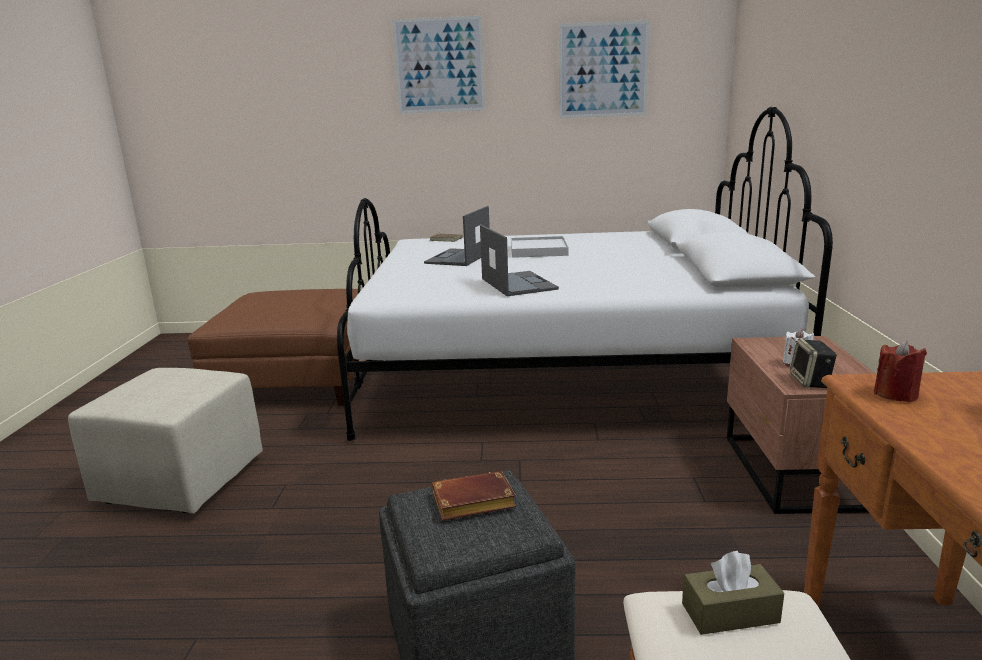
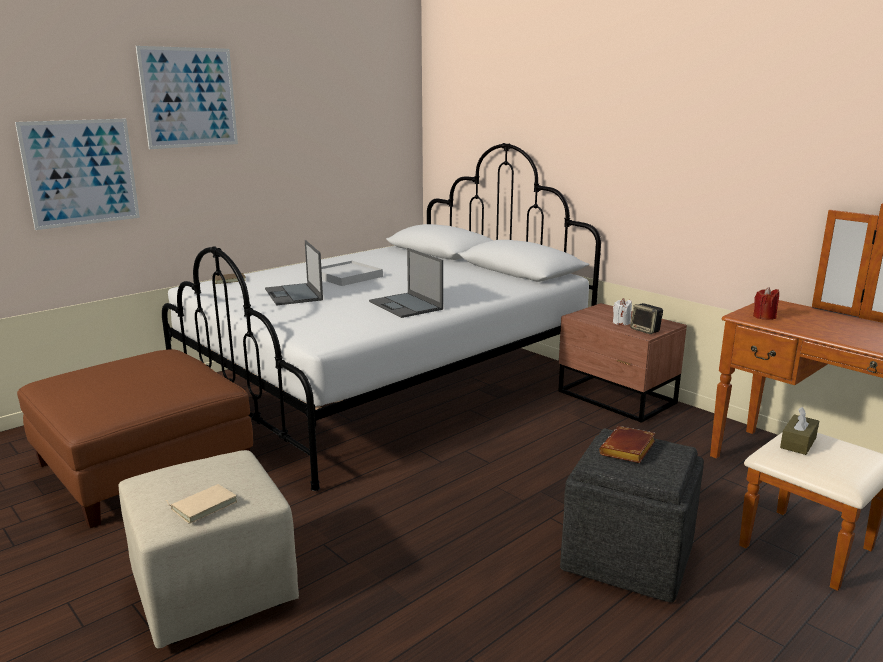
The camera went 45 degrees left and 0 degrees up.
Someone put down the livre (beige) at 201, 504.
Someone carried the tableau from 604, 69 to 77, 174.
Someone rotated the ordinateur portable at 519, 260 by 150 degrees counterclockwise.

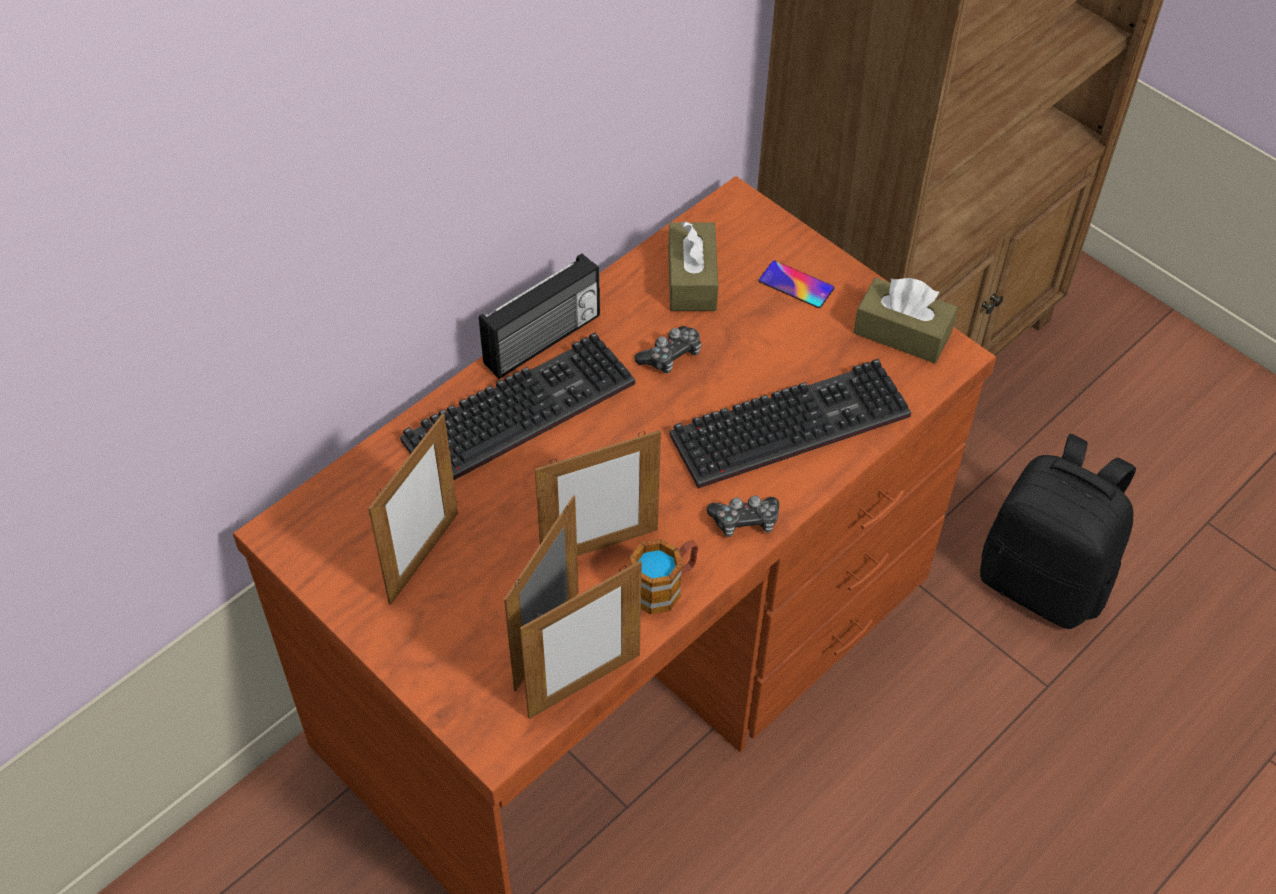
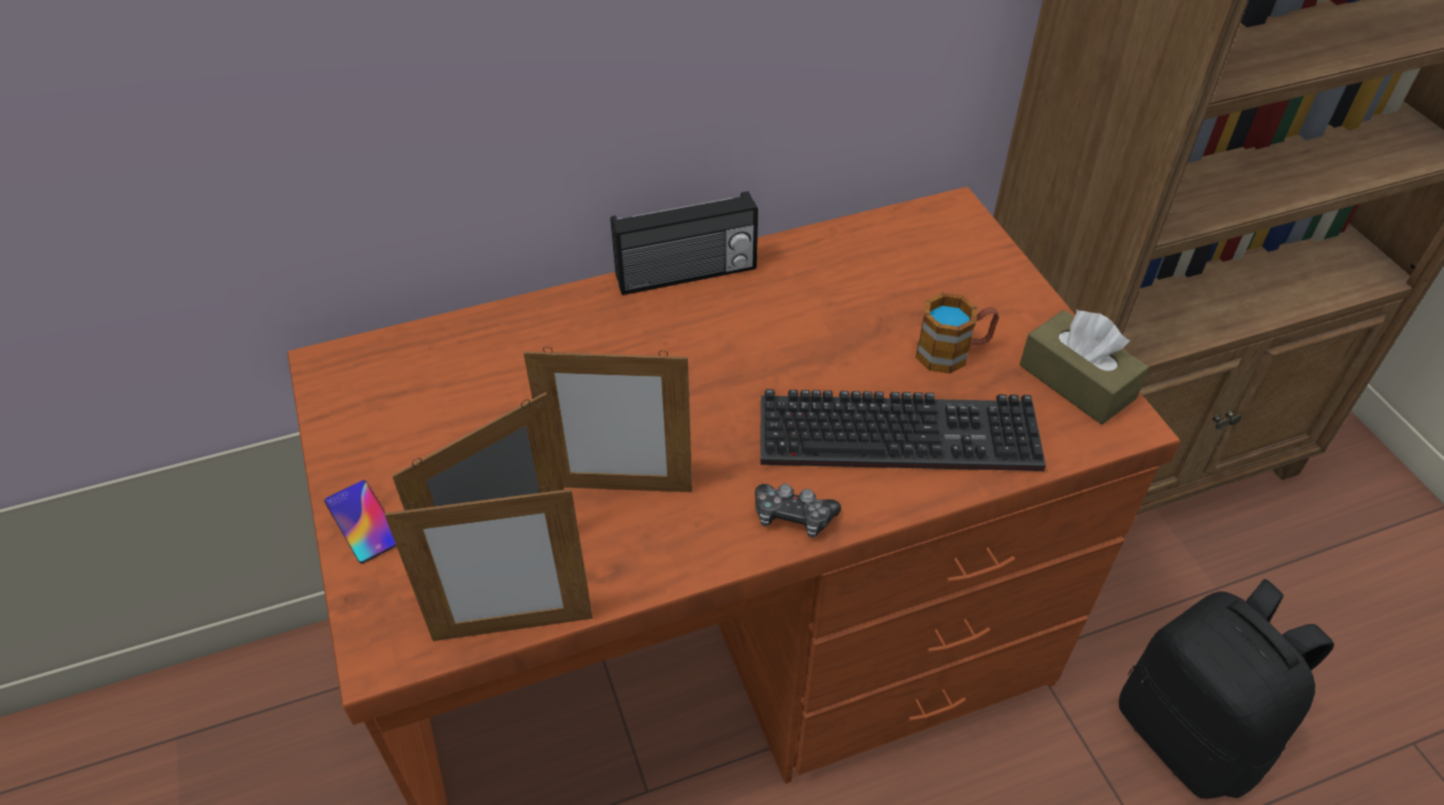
The camera went 25 degrees right and 5 degrees down.
Someone took away the cadre photo at 413, 509.
Someone took away the clavier at 517, 406.
Someone took away the manette at 668, 349.
Someone took away the boîte à mouchoirs (marron) at 693, 266.
Someone carried the mug from 664, 576 to 957, 333.
Someone carried the téléphone from 796, 284 to 360, 521.

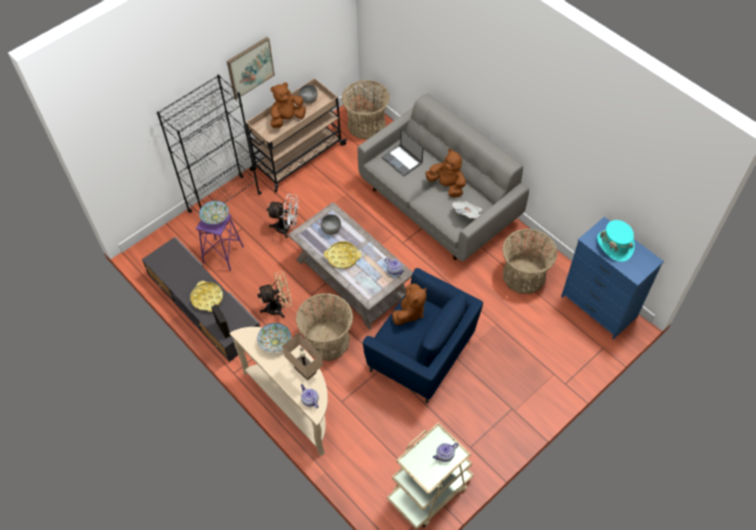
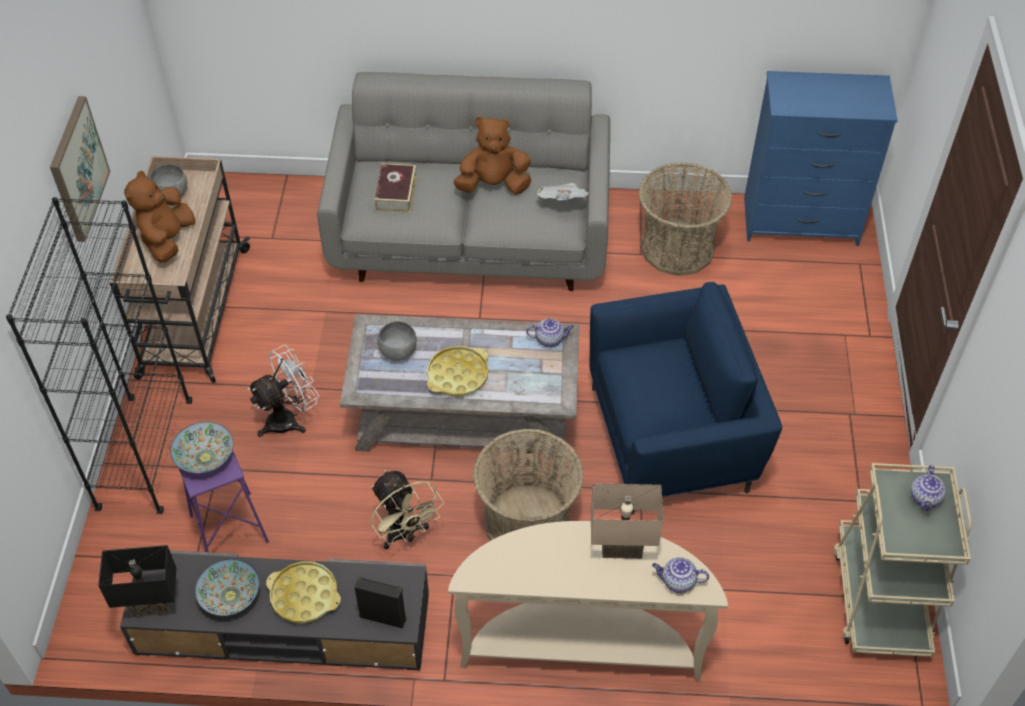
The camera went 45 degrees left and 5 degrees down.
Someone took away the panier at 366, 110.
Someone took away the peluche (marron) at 409, 304.
Someone took away the chapeau (turquoise) at 616, 241.
Someone put down the lampe de table (noir) at 137, 581.
Someone carried the bol from 274, 337 to 227, 587.
Someone swapped the ordinateur portable at 402, 152 for the livre at 395, 188.
Someone rotated the ventilateur (beige) at 274, 294 by 120 degrees clockwise.

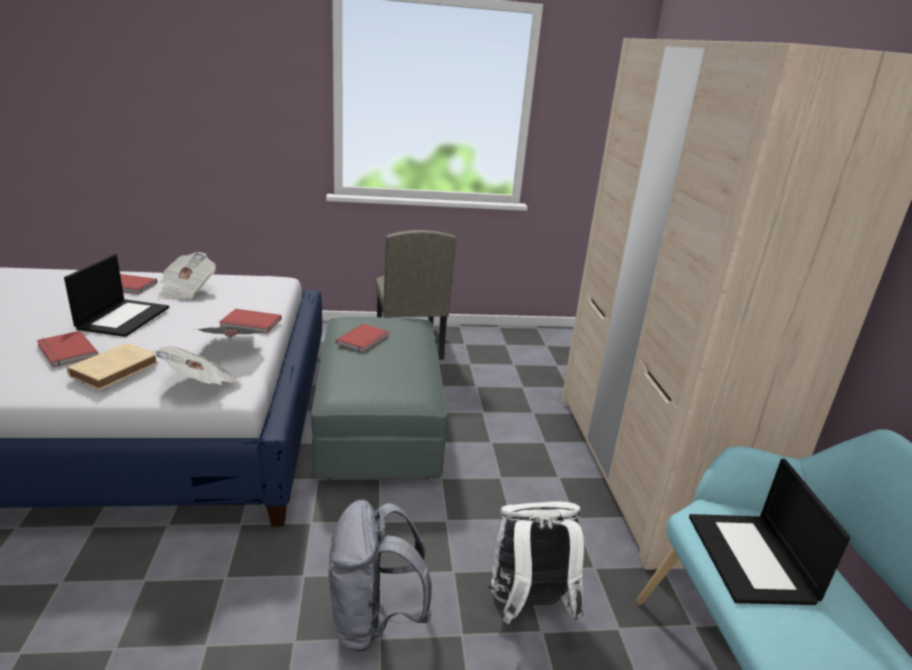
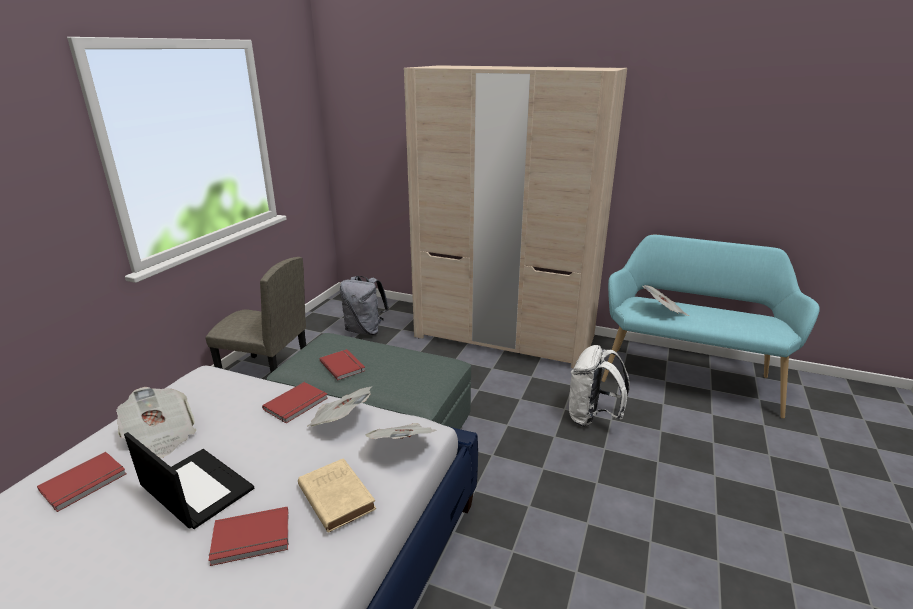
The camera went 60 degrees left and 0 degrees up.
Someone carried the sac à dos (gris) from 380, 575 to 364, 305.
Someone swapped the ordinateur portable at 770, 532 for the journal at 665, 300.

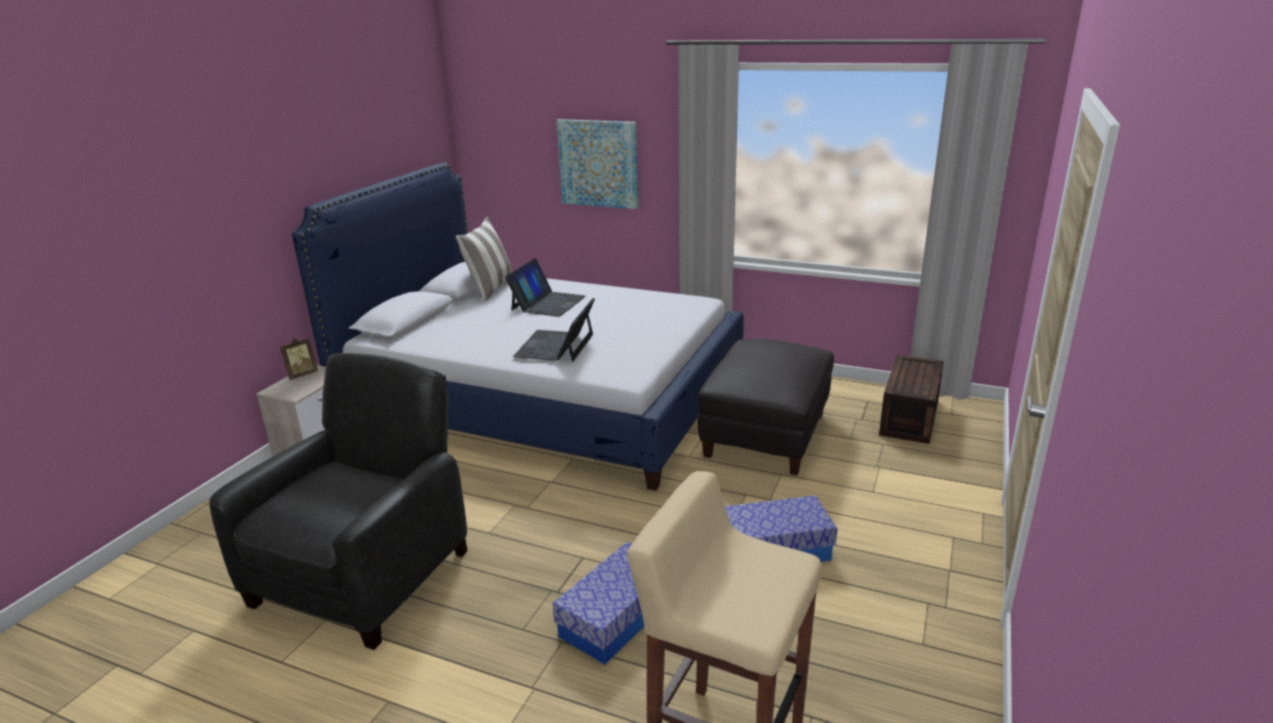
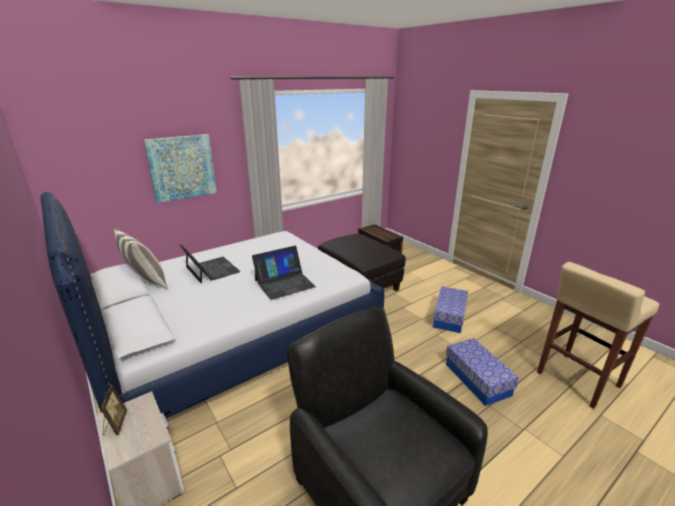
The camera went 60 degrees left and 0 degrees up.
Someone rotated the ordinateur portable at 554, 330 by 75 degrees counterclockwise.

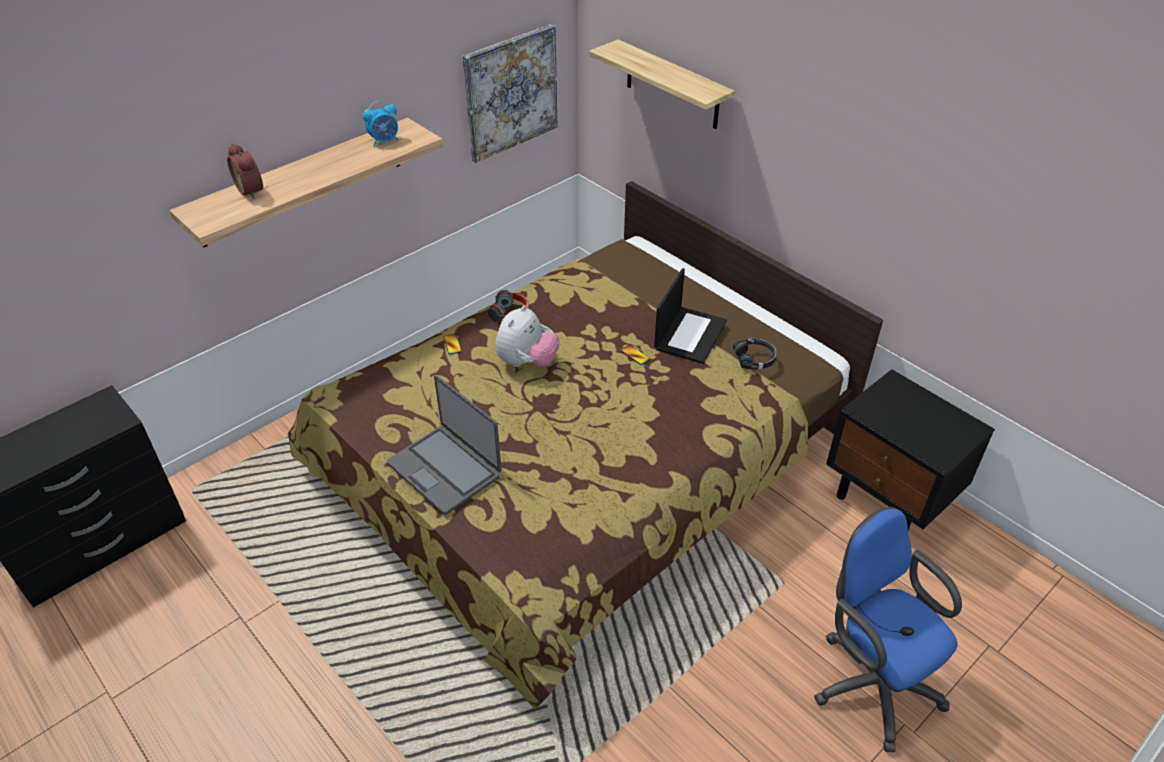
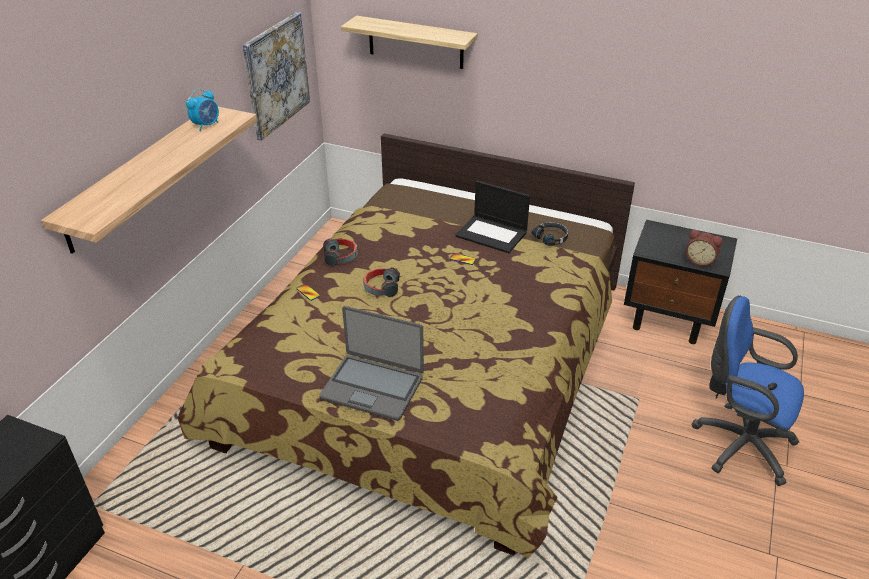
The camera went 25 degrees left and 5 degrees down.
Someone carried the réveil from 245, 171 to 704, 248.
Someone swapped the peluche at 527, 336 for the casque audio at 381, 282.
Someone rotated the ordinateur portable at 690, 316 by 120 degrees clockwise.

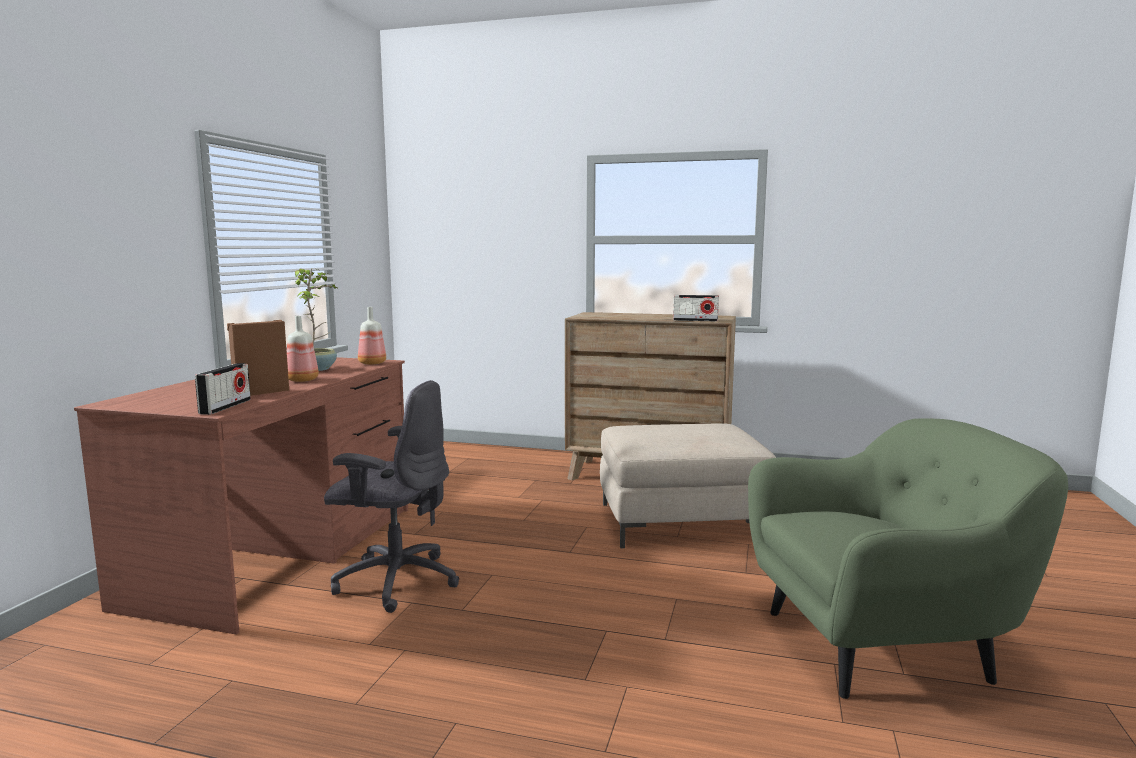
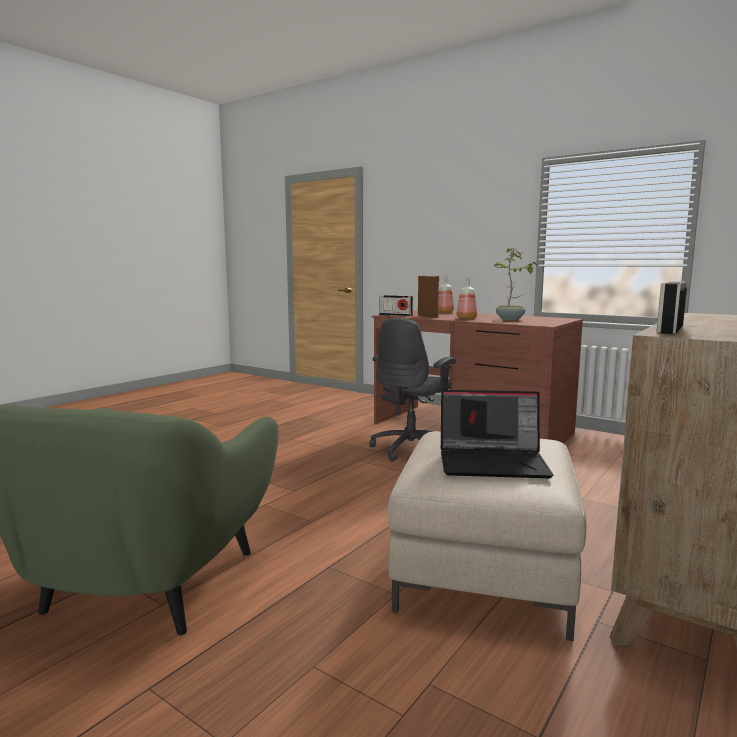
The camera went 110 degrees right and 0 degrees up.
Someone put down the ordinateur portable at 497, 434.
Someone carried the bouteille from 372, 336 to 446, 294.

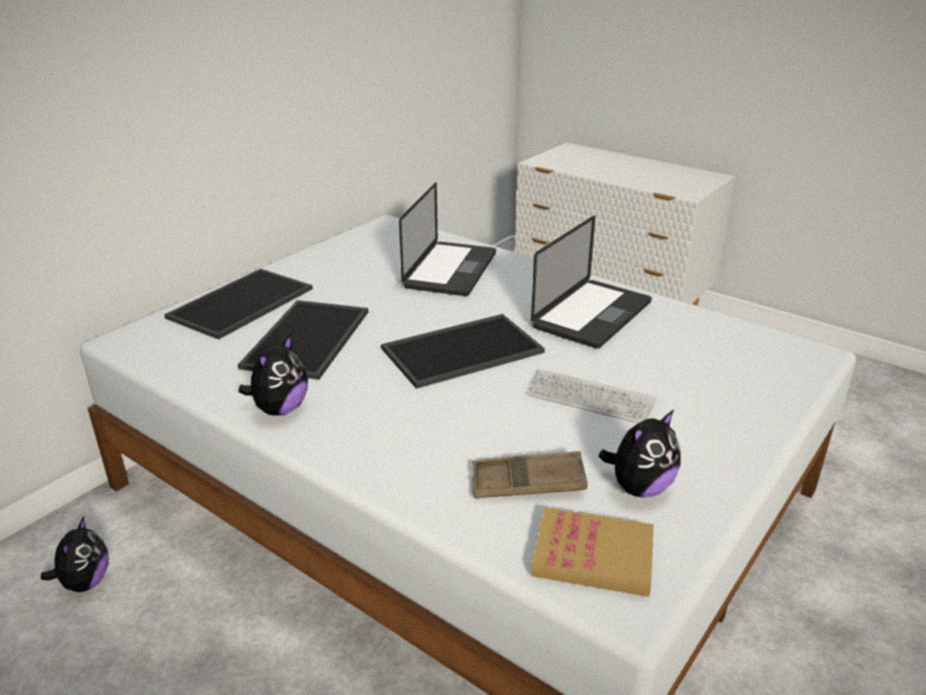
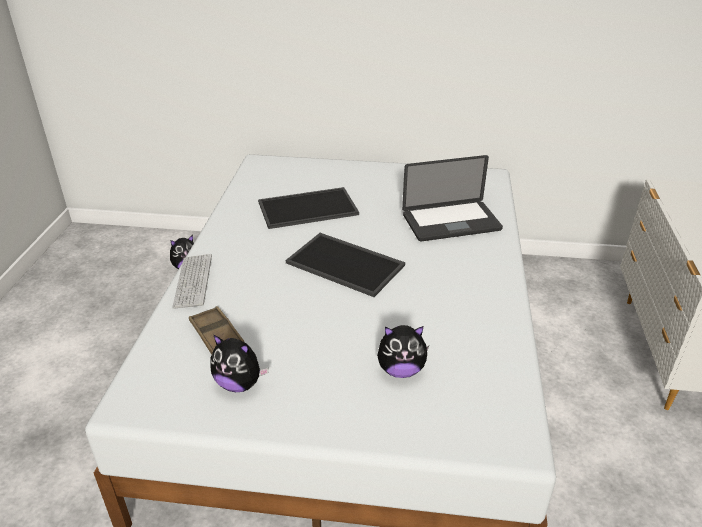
The camera went 60 degrees right and 5 degrees up.
Someone took away the plateau at 238, 304.
Someone took away the ordinateur portable at 591, 282.
Someone took away the livre at 592, 552.
Someone carried the peluche from 273, 375 to 403, 351.
Someone carried the clavier from 591, 396 to 192, 281.

